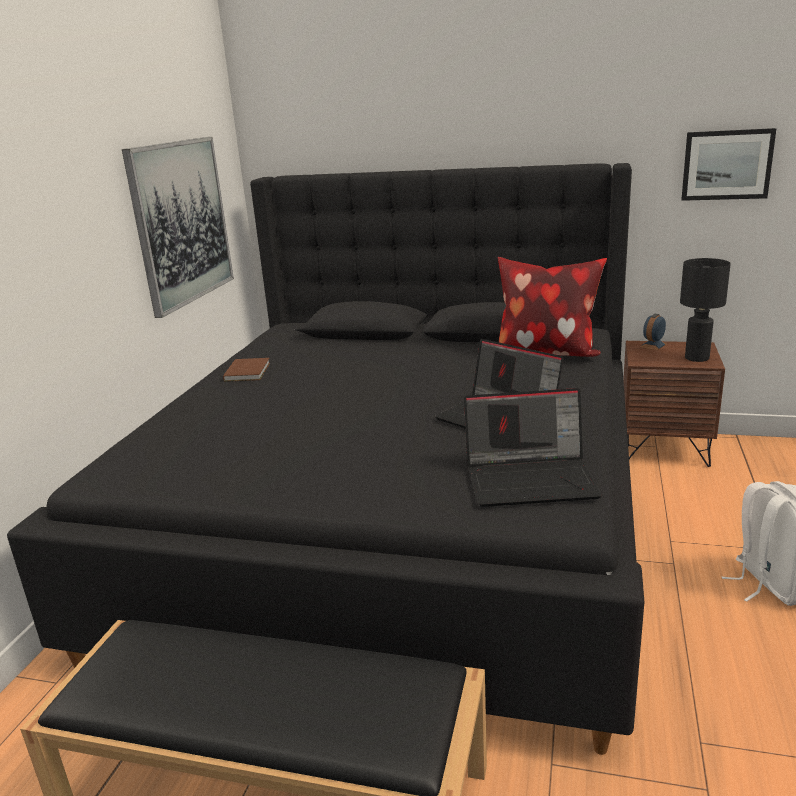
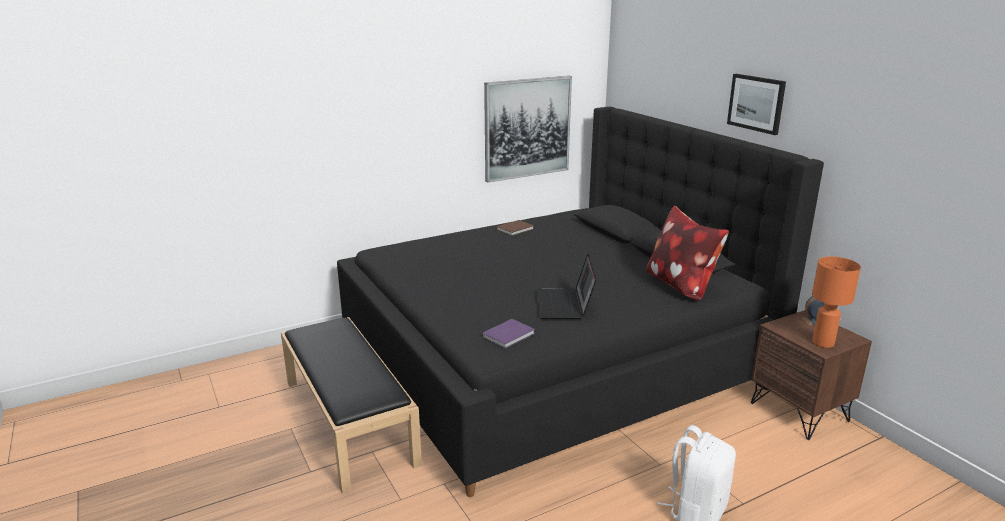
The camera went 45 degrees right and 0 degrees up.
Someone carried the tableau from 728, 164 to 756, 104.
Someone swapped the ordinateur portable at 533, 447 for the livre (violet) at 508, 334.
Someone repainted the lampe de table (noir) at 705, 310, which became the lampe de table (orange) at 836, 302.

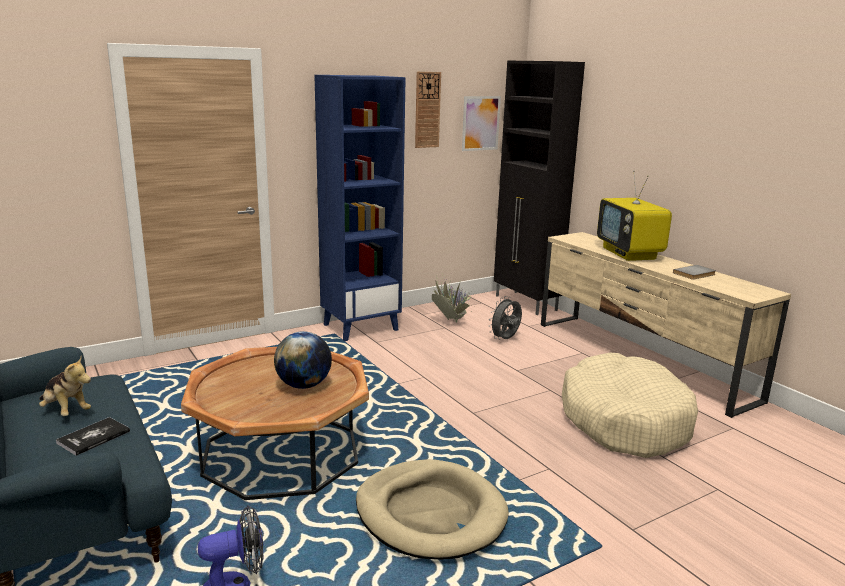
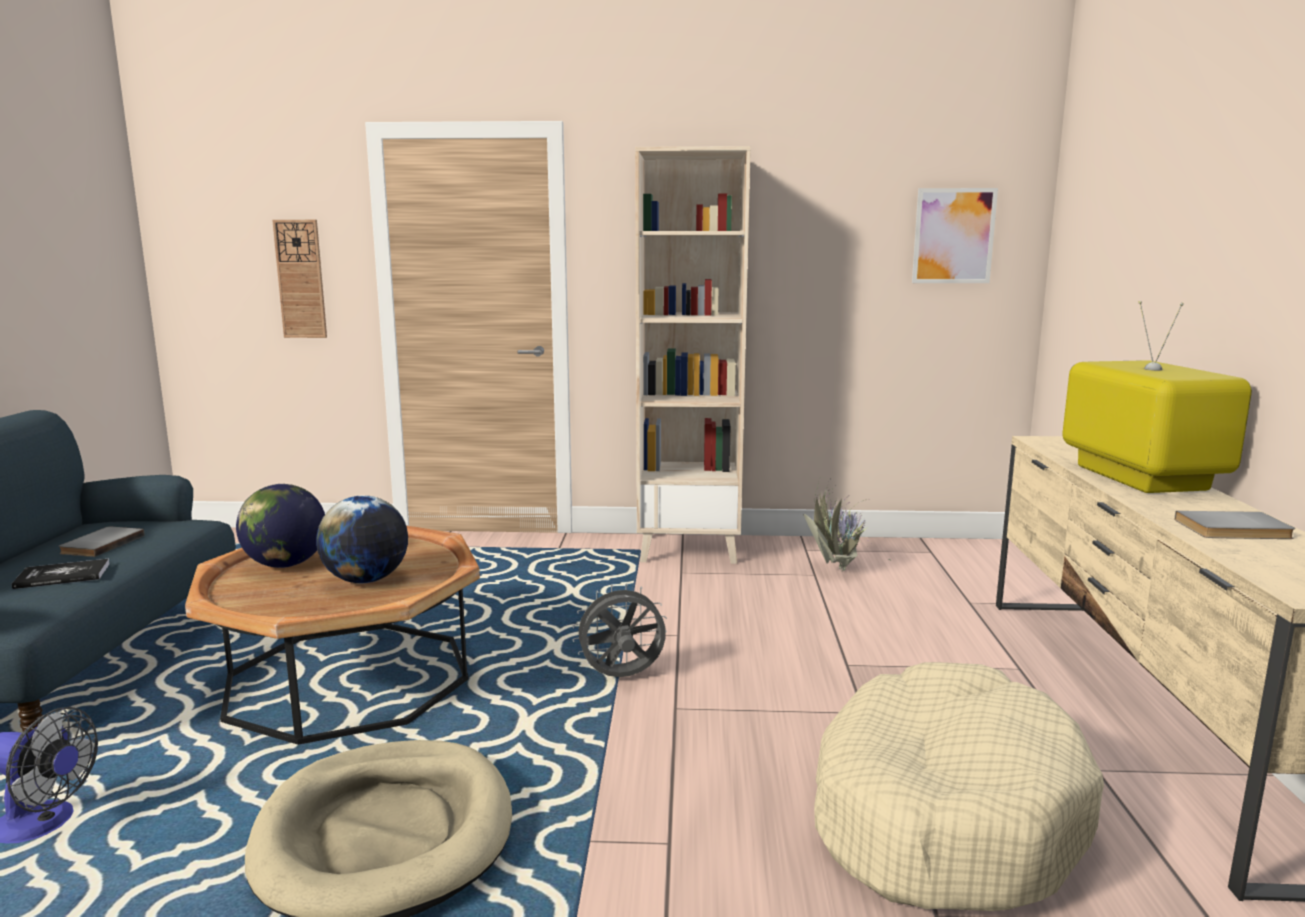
The camera went 35 degrees right and 5 degrees down.
Someone took away the meuble de rangement (noir) at 539, 188.
Someone put down the globe at 280, 526.
Someone carried the horloge murale from 428, 110 to 299, 279.
Someone carried the ventilateur (gris) from 505, 317 to 619, 630.
Someone swapped the peluche at 65, 386 for the livre (gris) at 101, 541.
Someone repainted the bibliothèque (bleu) at 360, 208, which became the bibliothèque (beige) at 693, 355.
Someone rotated the téléviseur at 634, 215 by 150 degrees clockwise.

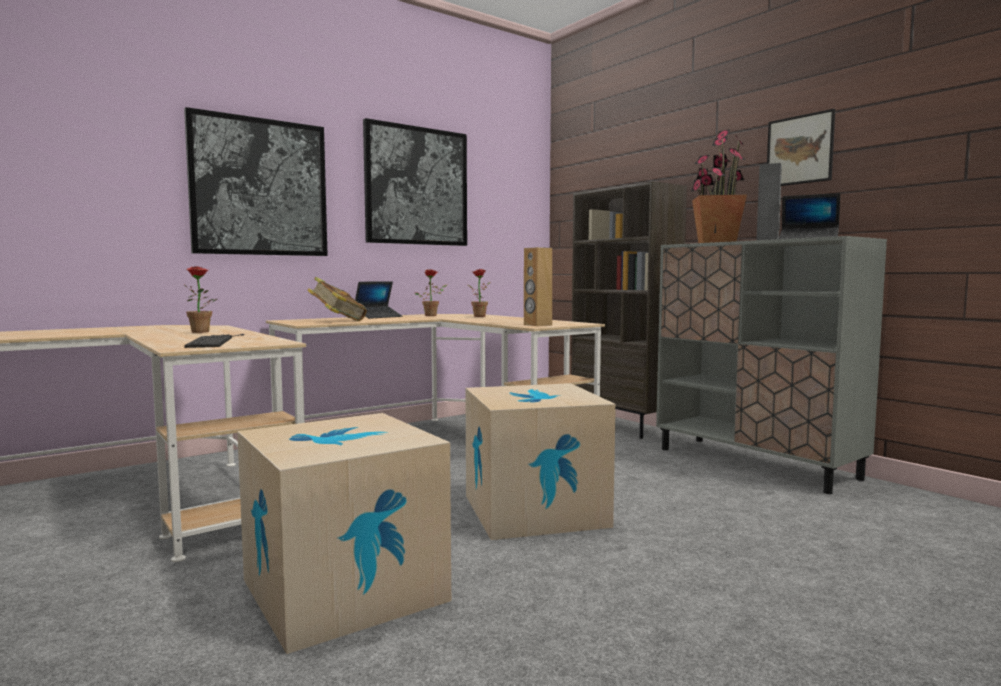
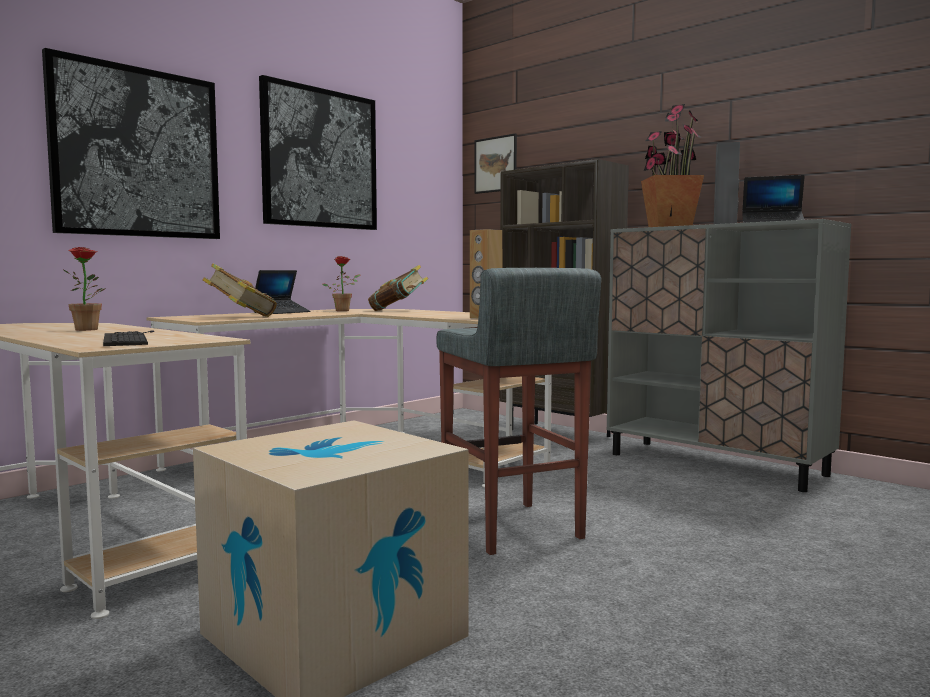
The camera went 10 degrees left and 0 degrees up.
Someone carried the tableau from 801, 147 to 495, 164.
Someone swapped the carton at 540, 461 for the tabouret (gris) at 518, 411.
Someone swapped the plante en pot at 479, 293 for the livre at 398, 288.

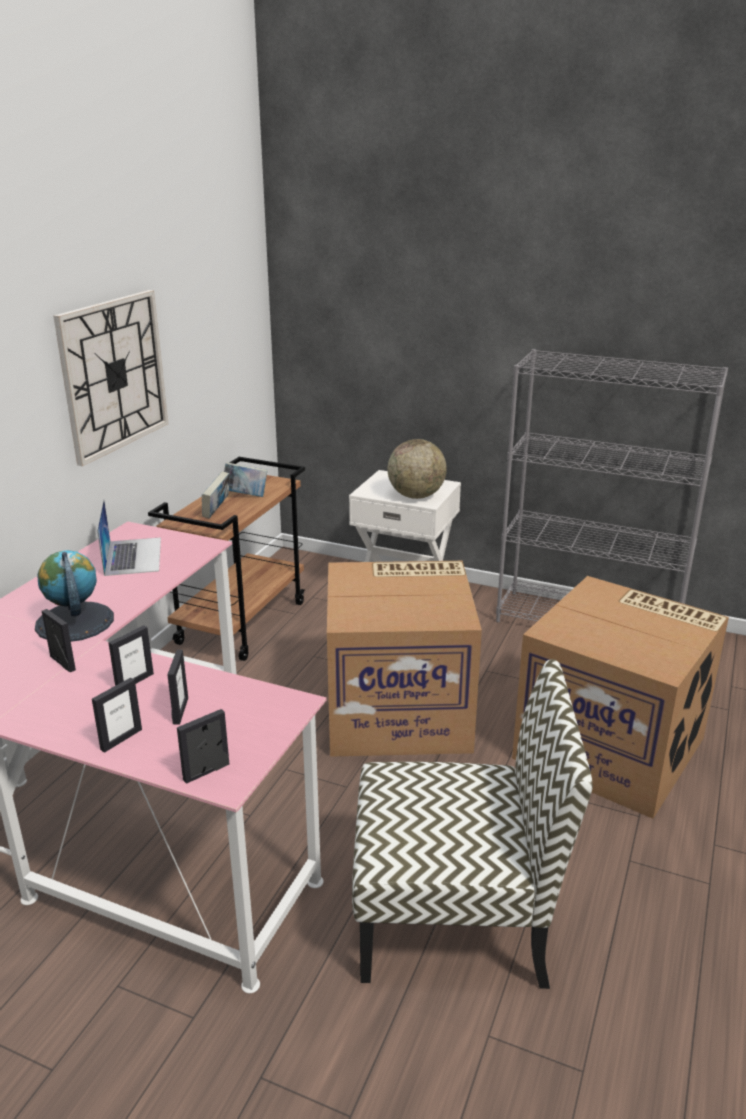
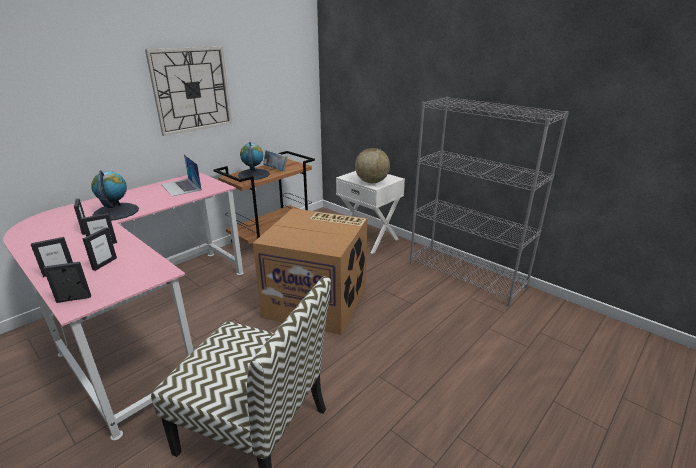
The camera went 20 degrees right and 0 degrees up.
Someone took away the carton at 620, 697.
Someone swapped the livre at 215, 494 for the globe at 254, 161.
Someone rotated the ordinateur portable at 129, 537 by 135 degrees clockwise.

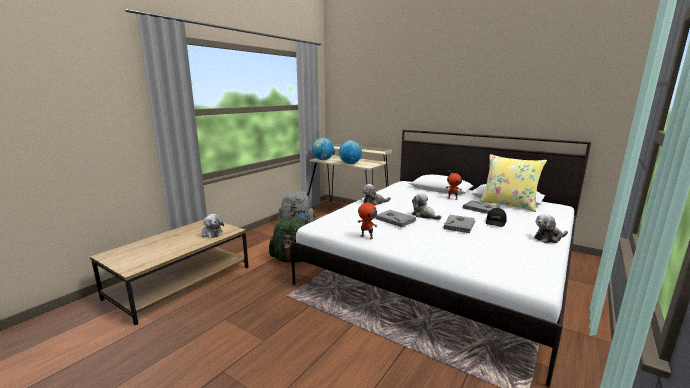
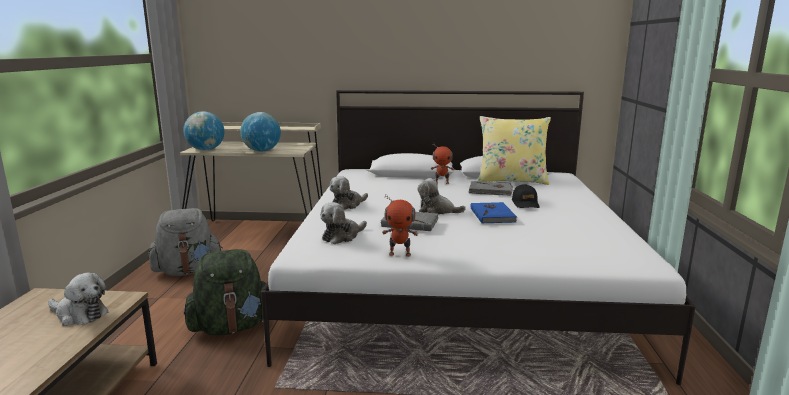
The camera went 30 degrees left and 0 degrees up.
Someone carried the peluche from 551, 228 to 343, 223.
Someone repainted the livre (gris) at 460, 224, which became the livre (bleu) at 494, 213.

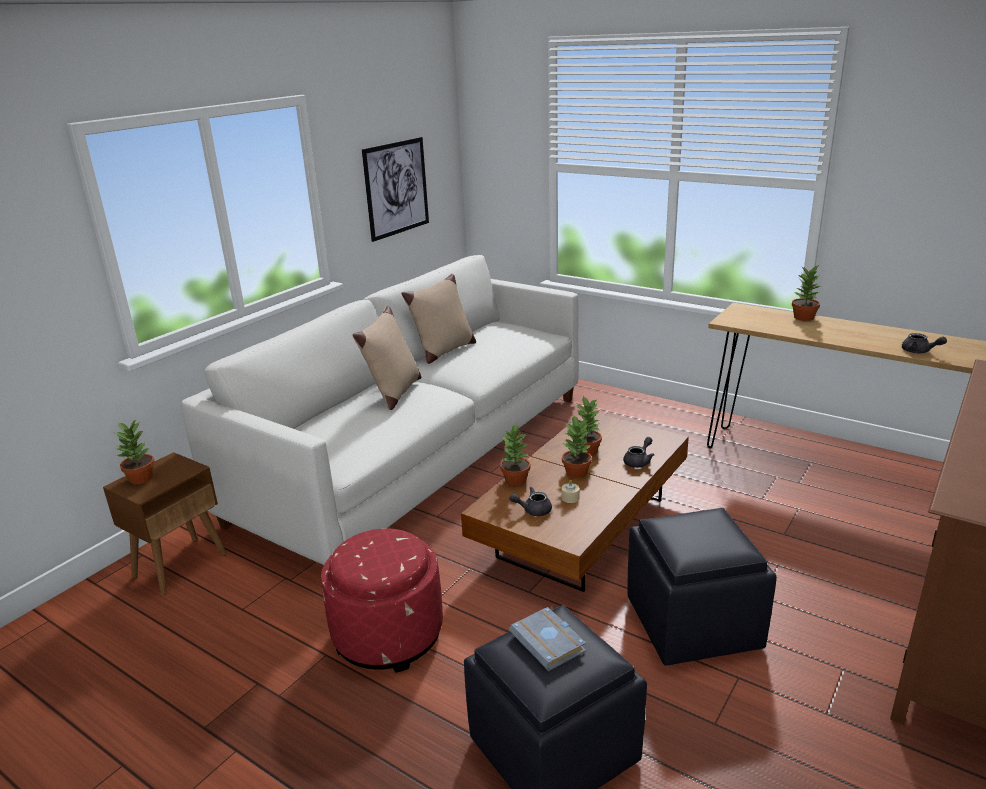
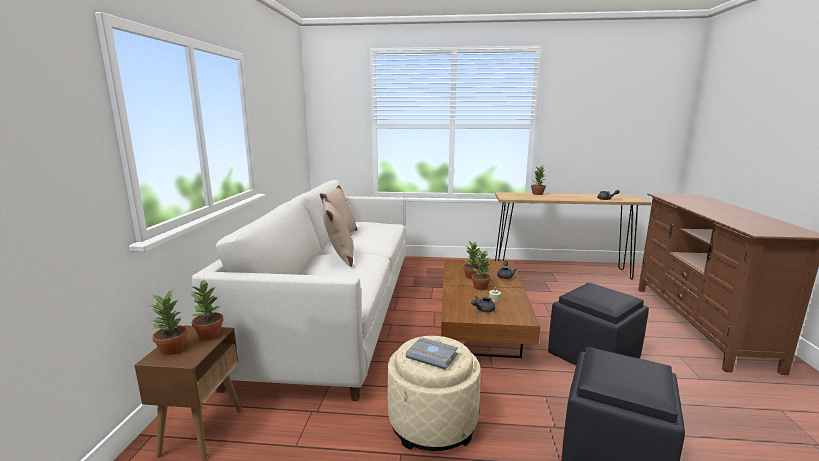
The camera went 30 degrees left and 10 degrees down.
Someone took away the tableau at 395, 189.
Someone carried the plante en pot from 515, 454 to 206, 309.
Someone carried the livre (gris) from 547, 639 to 432, 353.
Someone repainted the pouf (rouge) at 382, 600, which became the pouf (beige) at 434, 393.

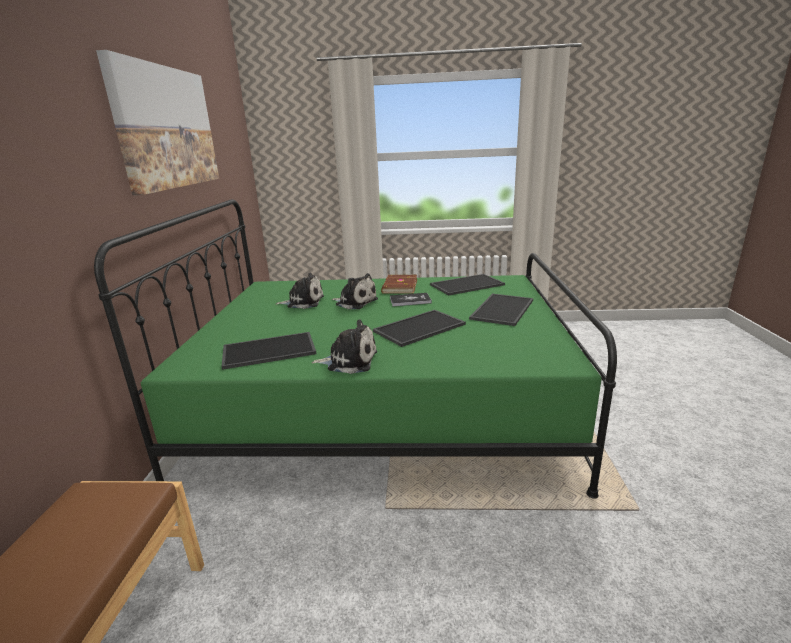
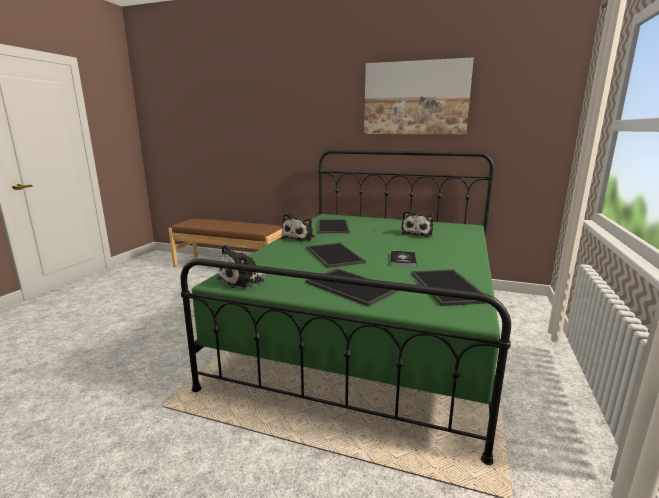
The camera went 105 degrees right and 5 degrees down.
Someone took away the livre (marron) at 399, 284.
Someone carried the peluche from 354, 291 to 241, 266.

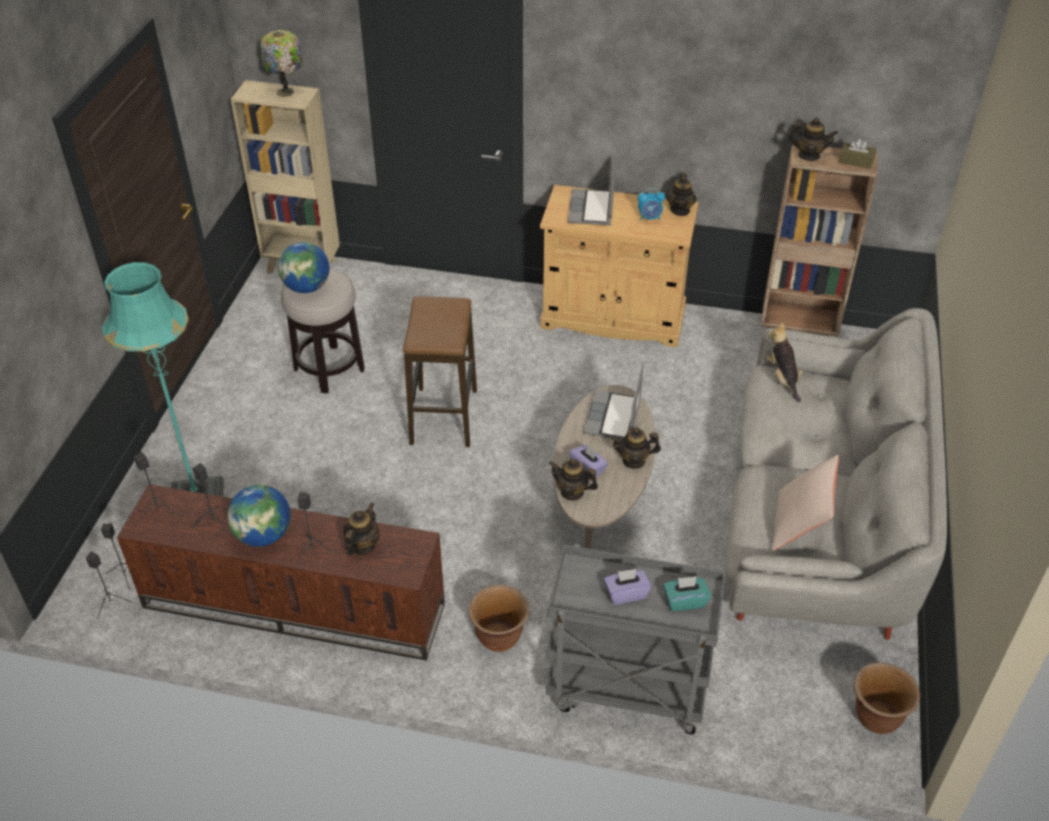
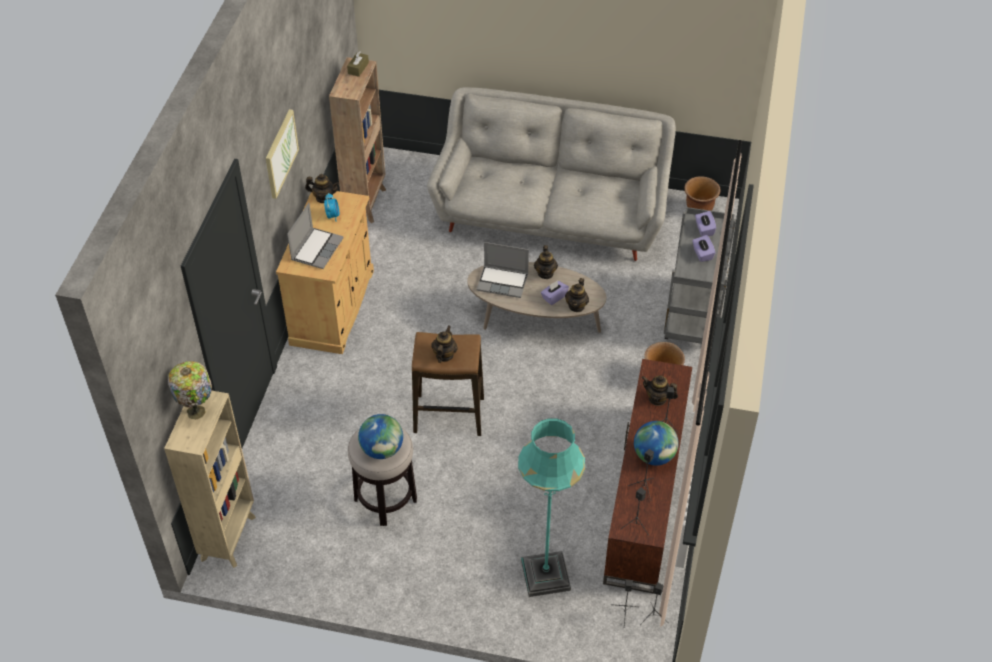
The camera went 90 degrees left and 5 degrees up.
Someone took away the peluche at 784, 362.
Someone took away the coussin (beige) at 805, 503.
Someone put up the tableau at 282, 154.
Someone carried the théière from 812, 139 to 444, 344.
Someone repainted the boîte à mouchoirs (turquoise) at 687, 594, which became the boîte à mouchoirs (violet) at 705, 224.
Someone rotated the ordinateur portable at 592, 190 by 75 degrees counterclockwise.

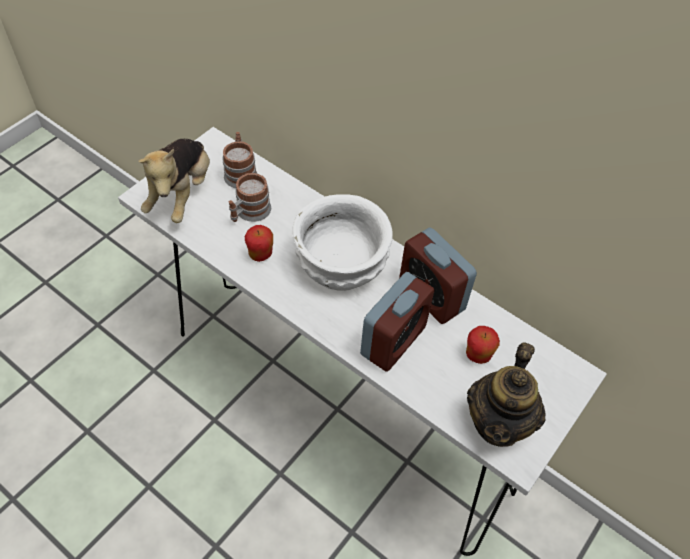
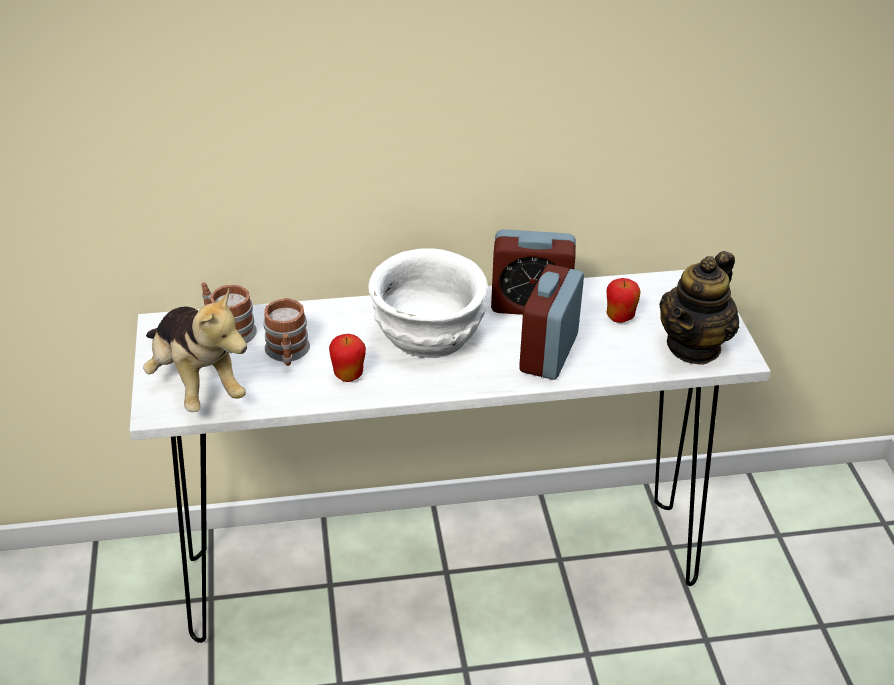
The camera went 45 degrees left and 15 degrees down.
Someone rotated the réveil at 397, 322 by 150 degrees counterclockwise.
Someone rotated the théière at 506, 394 by 60 degrees clockwise.

